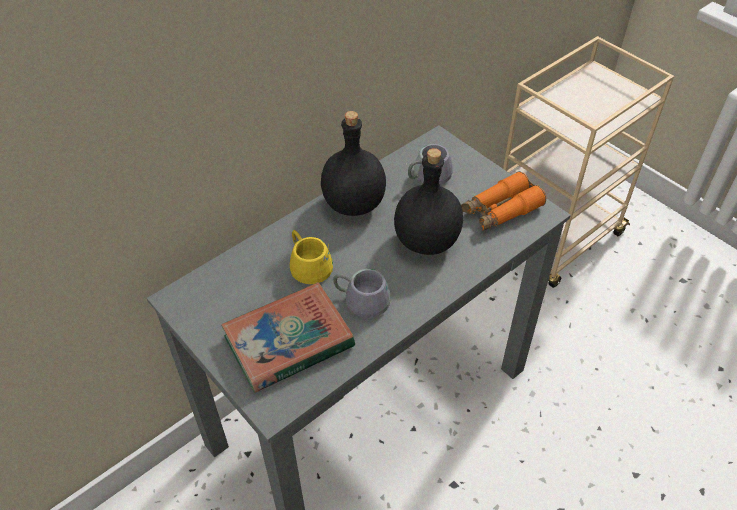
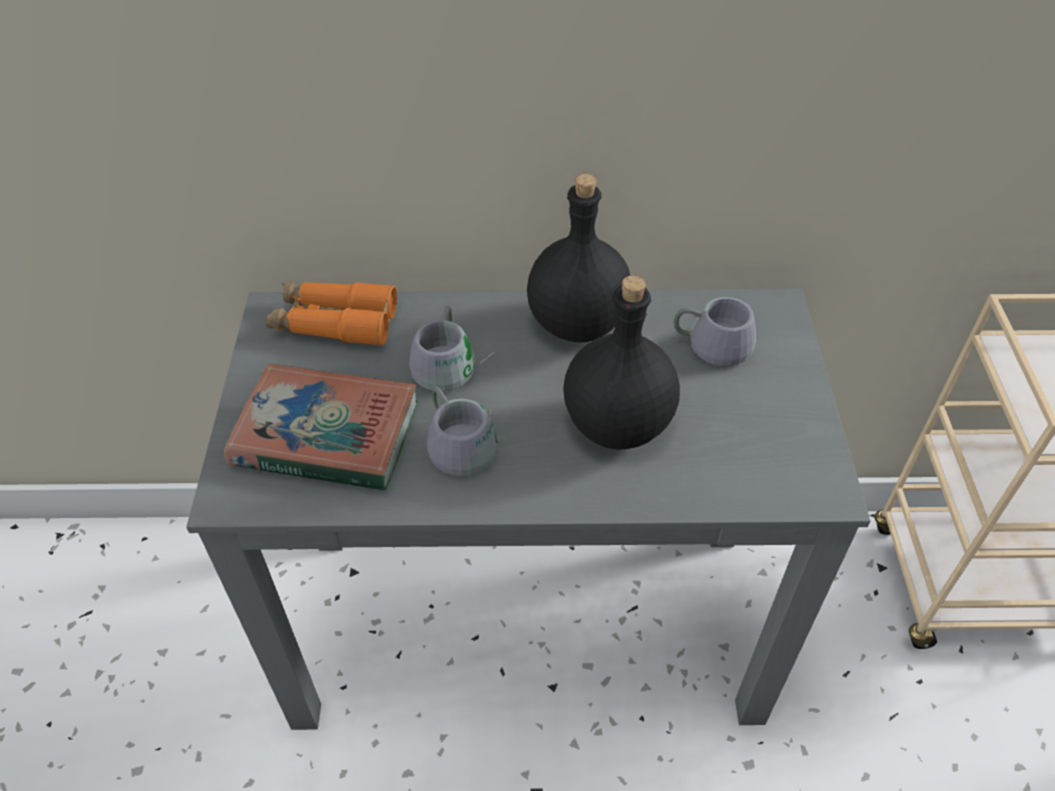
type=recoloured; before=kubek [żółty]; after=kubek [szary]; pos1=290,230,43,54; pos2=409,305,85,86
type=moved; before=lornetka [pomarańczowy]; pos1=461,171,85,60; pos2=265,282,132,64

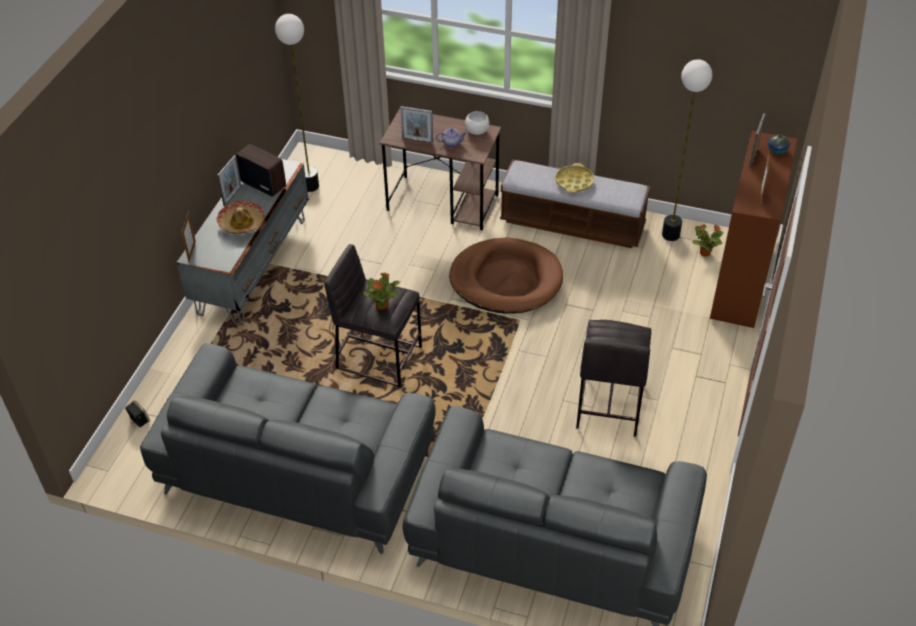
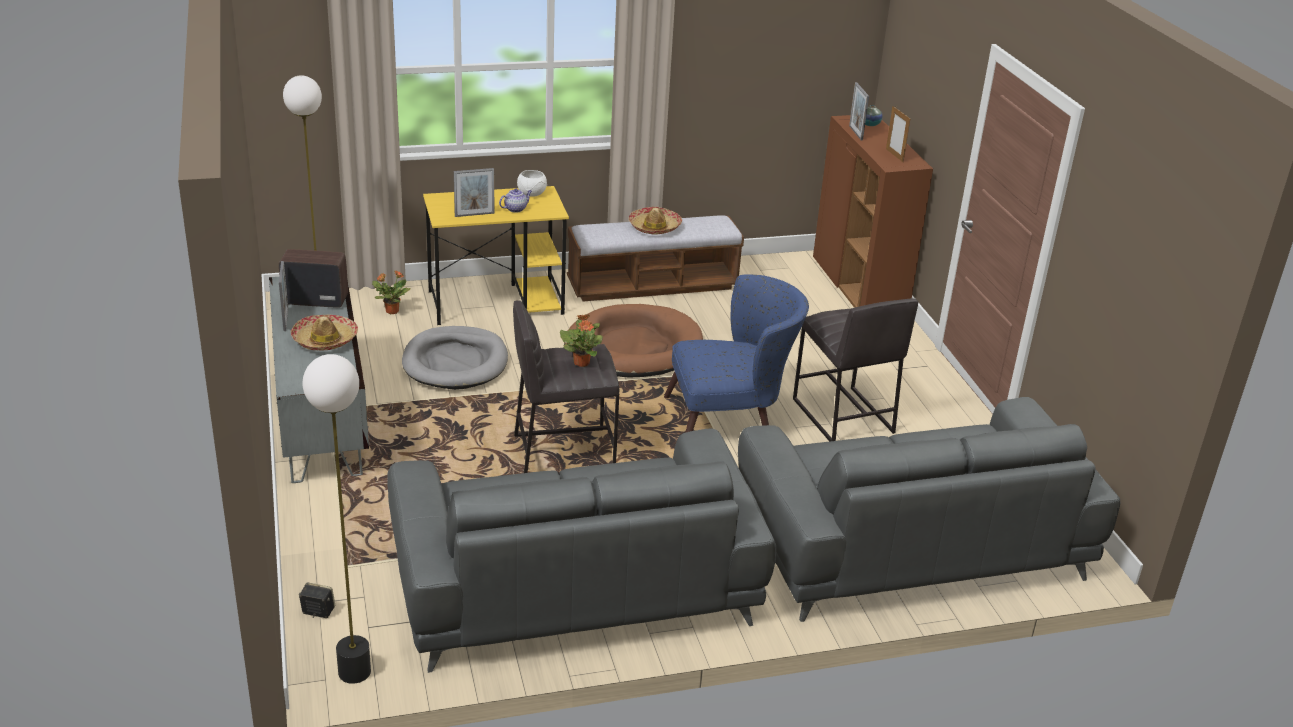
type=removed; before=ramka na zdjęcie; pos1=181,212,15,50
type=recoloured; before=biurko [brązowy]; after=biurko [żółty]; pos1=380,109,121,121; pos2=423,186,146,139
type=replaced; before=taca [żółty]; after=kapelusz; pos1=555,163,39,30; pos2=629,207,53,27
type=moved; before=lampa stojąca; pos1=662,59,50,182; pos2=303,354,68,330
type=moved; before=roślina doniczkowa; pos1=692,224,31,32; pos2=372,271,38,43
type=added; after=legowisko [szary]; pos2=402,326,106,64
type=added; after=fotel [niebieski]; pos2=664,274,145,159

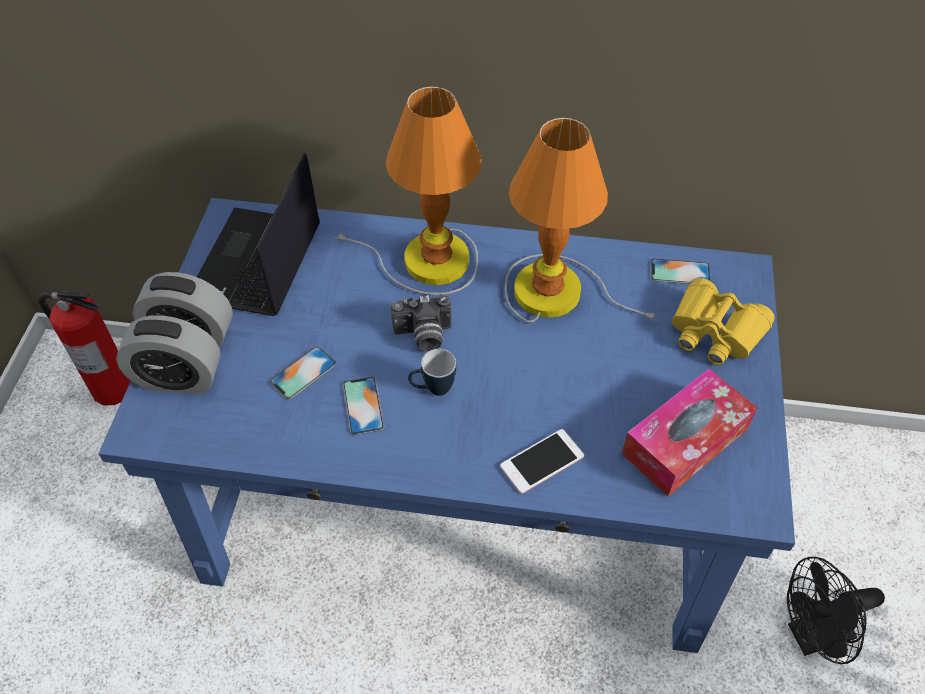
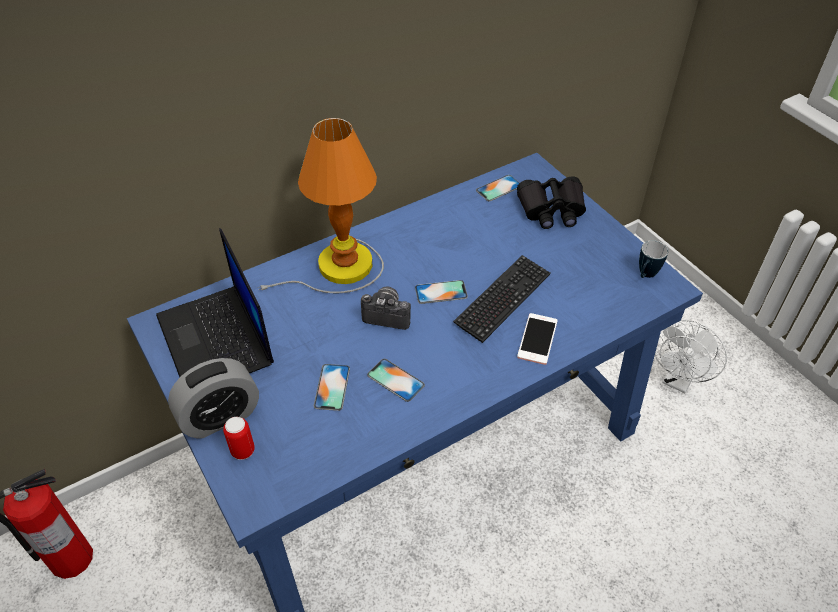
type=replaced; before=budzik; after=puszka; pos1=116,315,105,79; pos2=223,417,32,43
type=turned; before=aparat fotograficzny; pos1=391,295,61,57; pos2=361,286,50,44; turn=-120
type=moved; before=kubek; pos1=408,349,48,47; pos2=639,240,29,38
type=removed; before=lampa stołowa; pos1=505,118,153,205
type=removed; before=pudełko chusteczek; pos1=622,369,135,127
type=recoloured; before=lornetka [żółty]; after=lornetka [czarny]; pos1=672,278,103,87; pos2=517,176,69,53
type=recoloured; before=wentylator [czarny]; after=wentylator [biały]; pos1=787,557,98,107; pos2=655,320,72,73
type=added; after=telefon; pos2=415,280,53,24
type=added; after=klawiatura; pos2=453,255,97,88

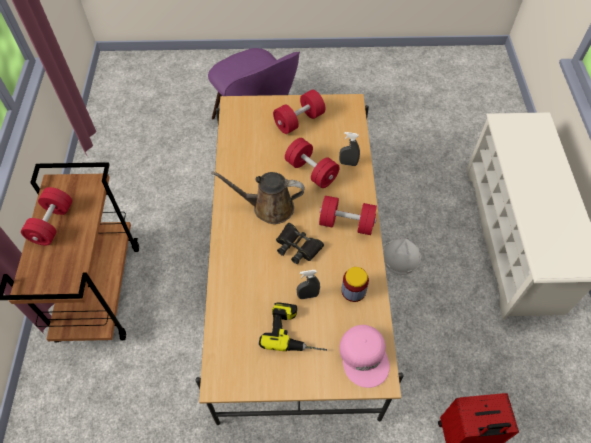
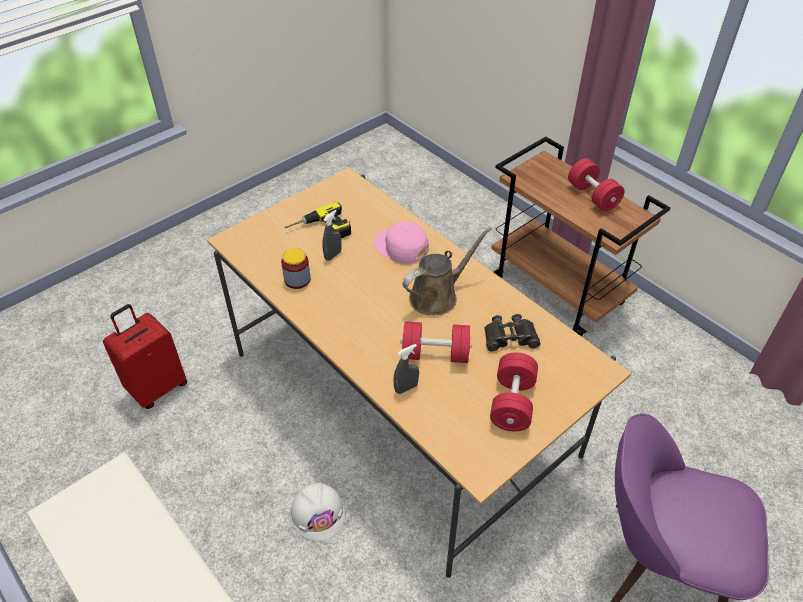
type=moved; before=lornetka [czarny]; pos1=276,223,48,41; pos2=484,314,57,38
type=removed; before=hantel [czerwony]; pos1=319,196,58,39
type=moved; before=czapka z daszkiem [różowy]; pos1=339,325,51,63; pos2=373,221,56,43

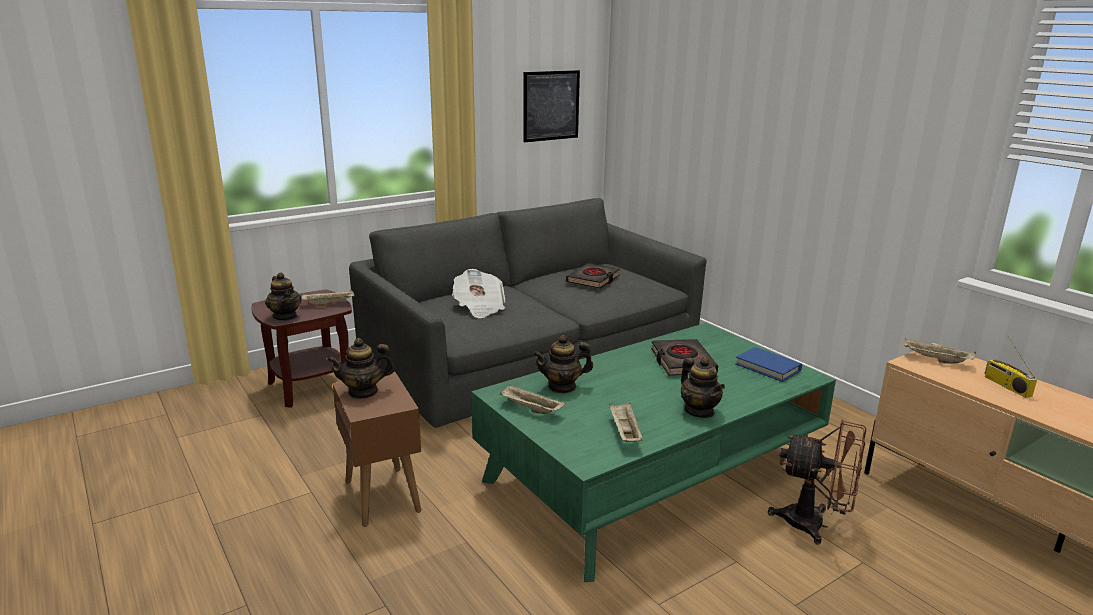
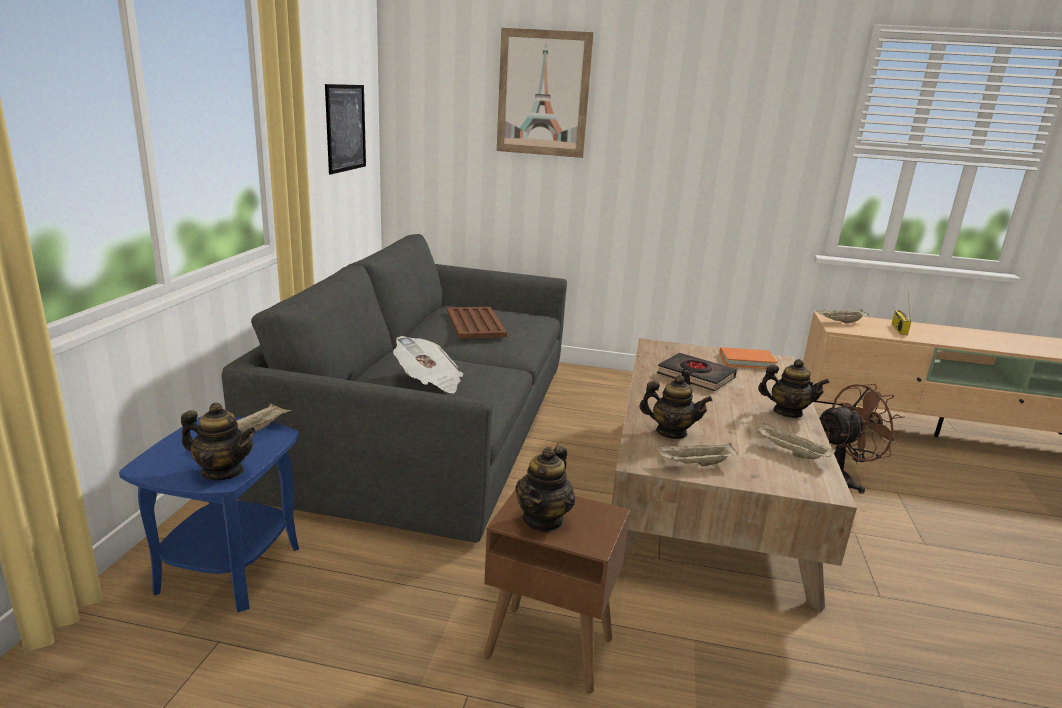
type=recoloured; before=stolik [brązowy]; after=stolik [niebieski]; pos1=251,290,101,118; pos2=119,416,180,196
type=recoloured; before=ława [zielony]; after=ława [brązowy]; pos1=471,323,365,259; pos2=612,338,245,275
type=turned; before=imbryk; pos1=533,335,60,59; pos2=639,375,74,64; turn=-105
type=replaced; before=książka [czarny]; after=taca [brązowy]; pos1=566,263,54,26; pos2=447,307,60,31
type=recoloured; before=książka [niebieski]; after=książka [pomarańczowy]; pos1=735,347,67,35; pos2=719,347,59,22
type=turned; before=radio; pos1=985,336,52,62; pos2=892,291,20,44; turn=75
type=added; after=obraz; pos2=497,28,97,130

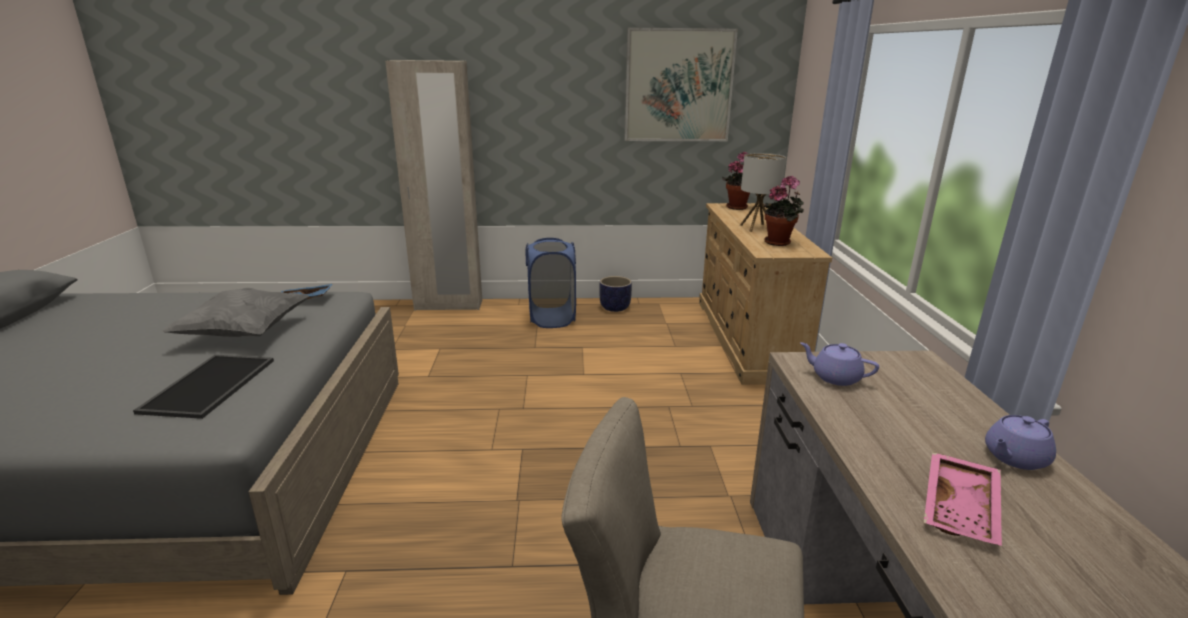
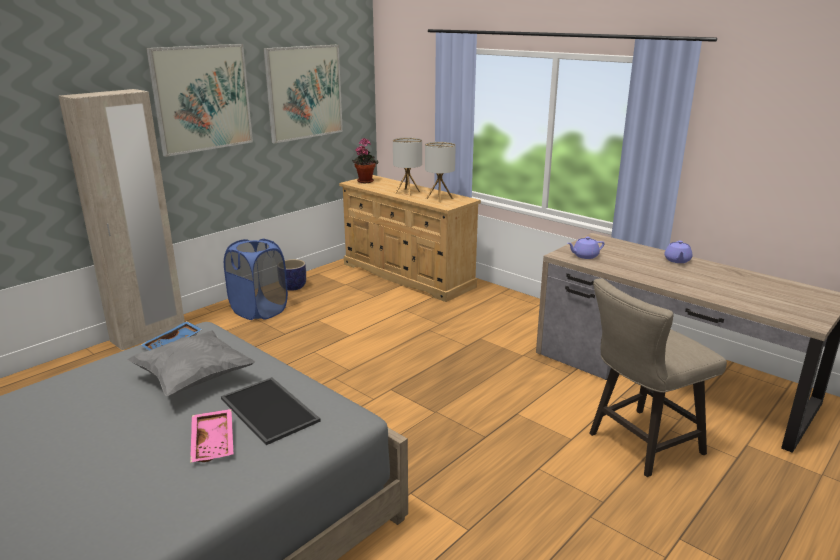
type=replaced; before=roślina doniczkowa; after=lampa stołowa; pos1=764,176,40,70; pos2=425,142,31,60
type=moved; before=taca [różowy]; pos1=924,452,78,94; pos2=190,409,43,54
type=added; after=obraz; pos2=146,44,107,113

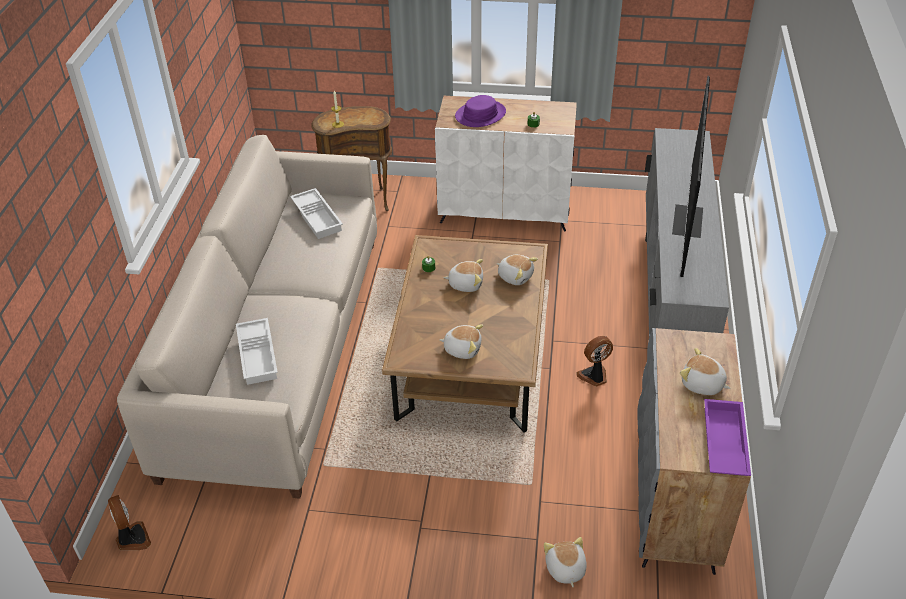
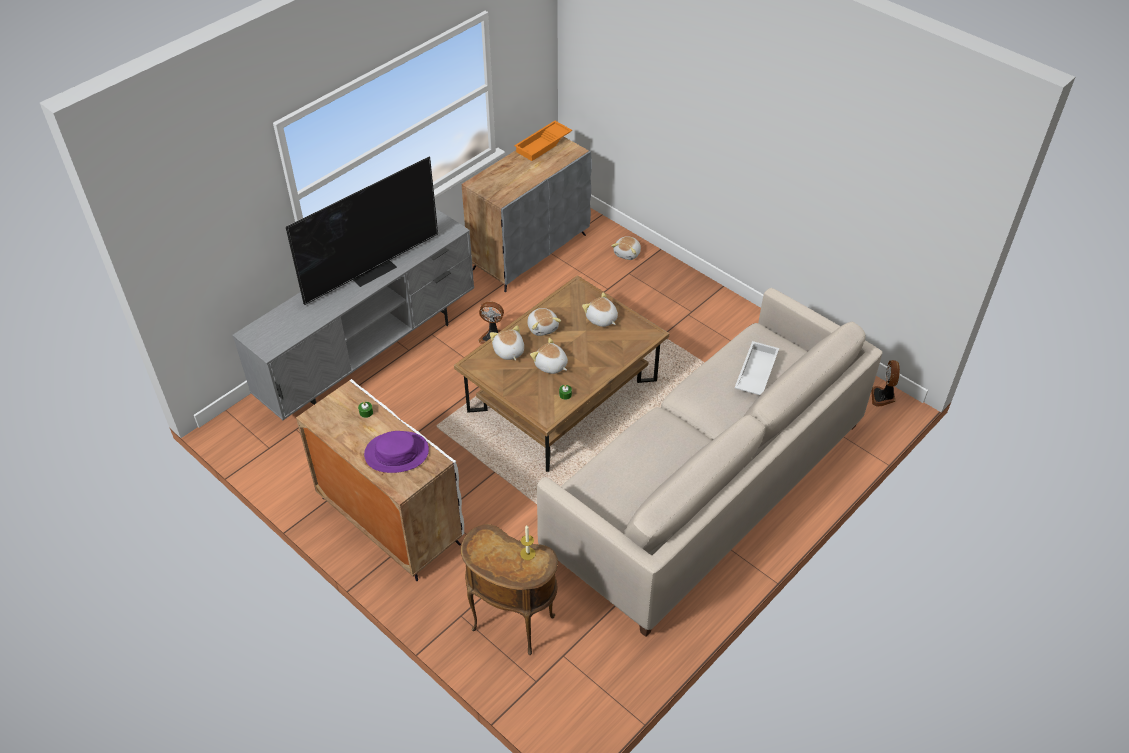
type=removed; before=taca [biały]; pos1=290,188,53,51
type=moved; before=pluszak; pos1=680,348,50,47; pos2=528,308,33,28
type=recoloured; before=taca [fioletowy]; after=taca [pomarańczowy]; pos1=704,399,47,77; pos2=514,121,58,40

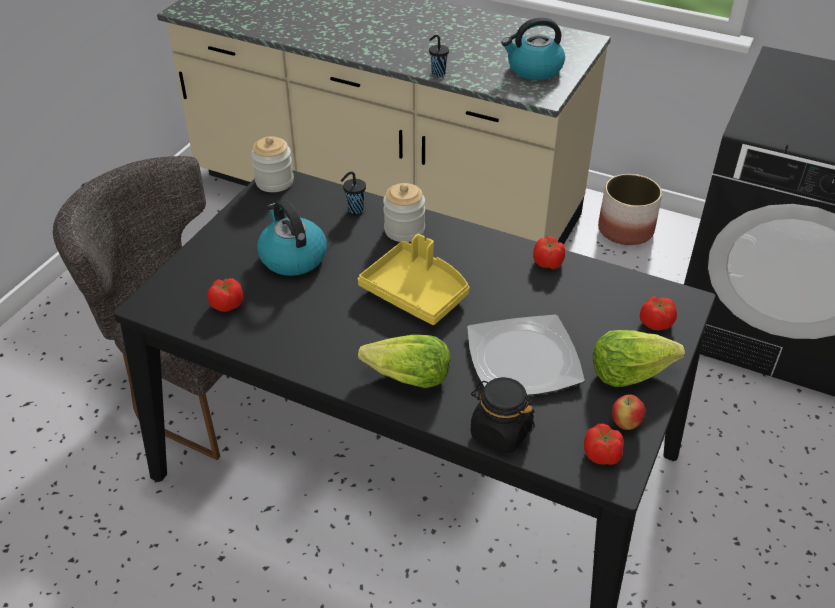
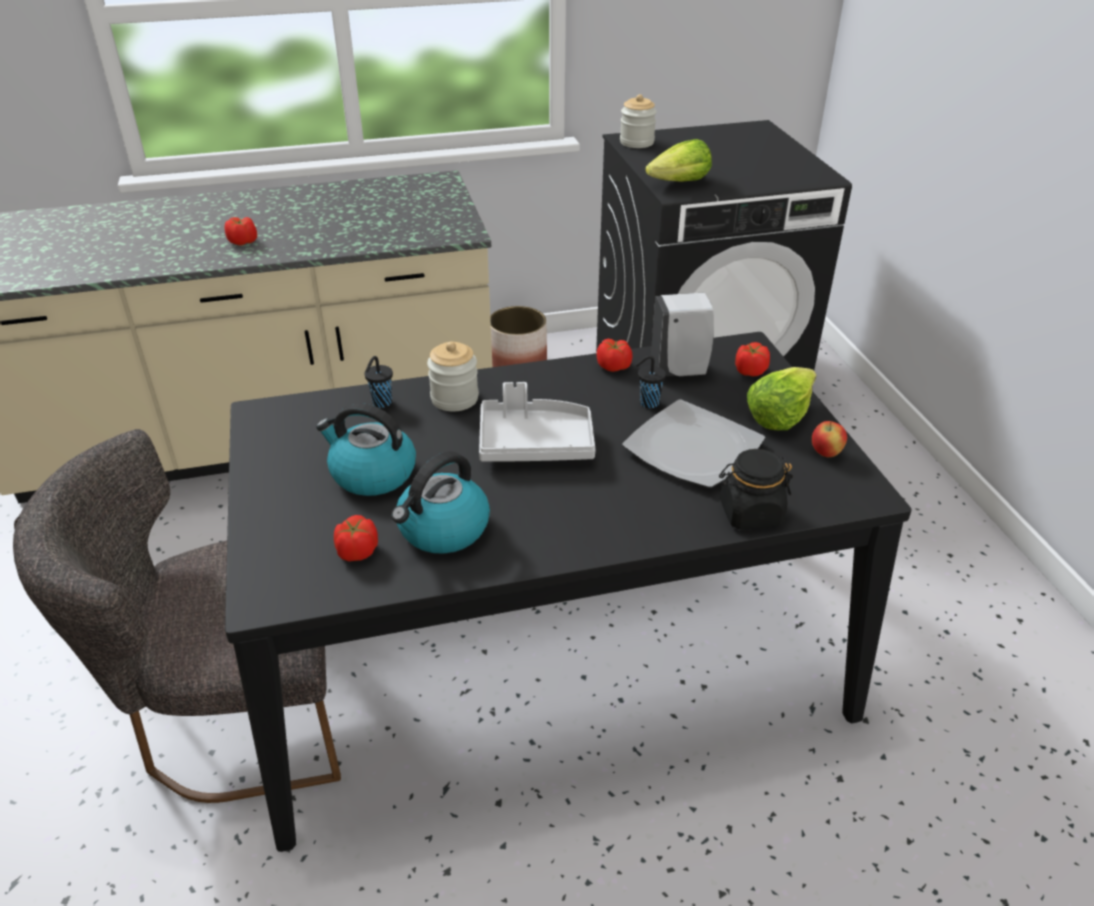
type=moved; before=słoik; pos1=251,136,43,56; pos2=620,94,37,54
type=recoloured; before=taca [żółty]; after=taca [szary]; pos1=358,234,111,91; pos2=479,382,117,80
type=moved; before=sałata; pos1=358,335,93,53; pos2=645,139,67,43
type=moved; before=filiżanka [czarny]; pos1=429,35,20,41; pos2=636,355,30,53
type=moved; before=czajnik; pos1=501,18,64,62; pos2=391,451,99,103
type=moved; before=pomidor; pos1=584,424,40,41; pos2=225,217,32,29
type=added; after=dozownik mydła [biały]; pos2=651,293,63,84

